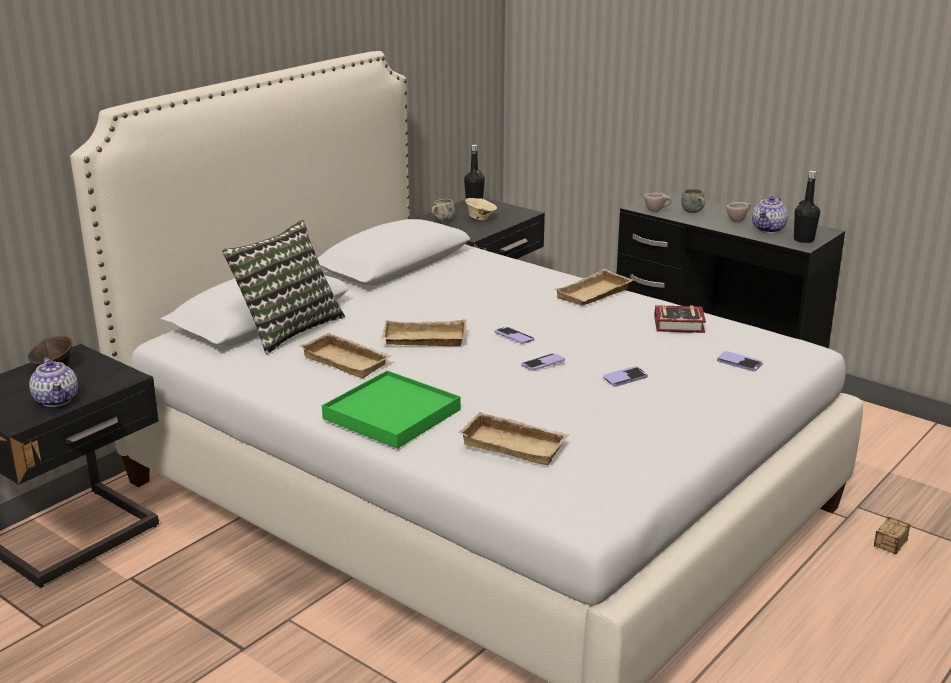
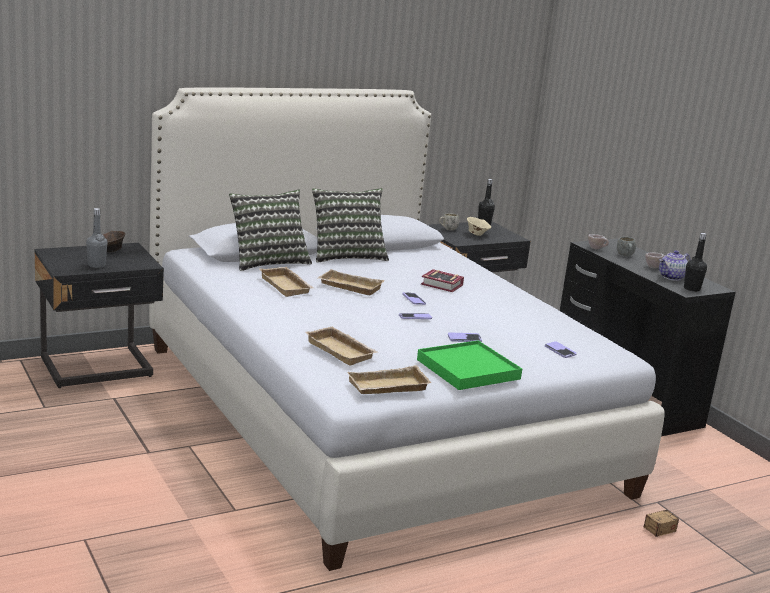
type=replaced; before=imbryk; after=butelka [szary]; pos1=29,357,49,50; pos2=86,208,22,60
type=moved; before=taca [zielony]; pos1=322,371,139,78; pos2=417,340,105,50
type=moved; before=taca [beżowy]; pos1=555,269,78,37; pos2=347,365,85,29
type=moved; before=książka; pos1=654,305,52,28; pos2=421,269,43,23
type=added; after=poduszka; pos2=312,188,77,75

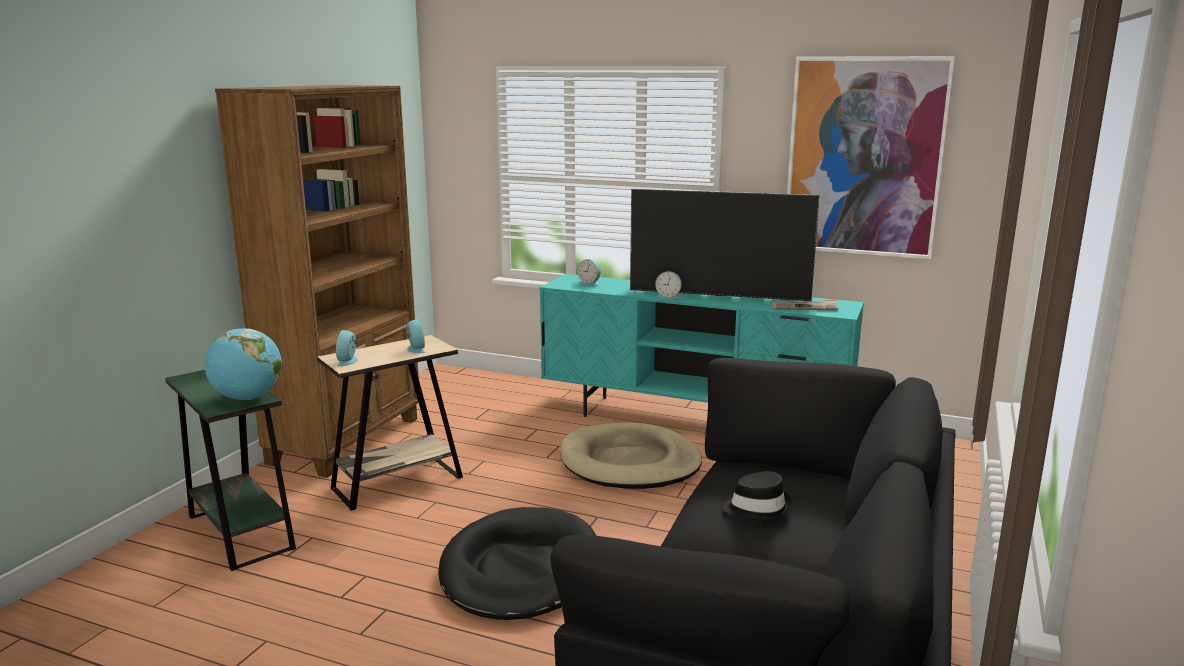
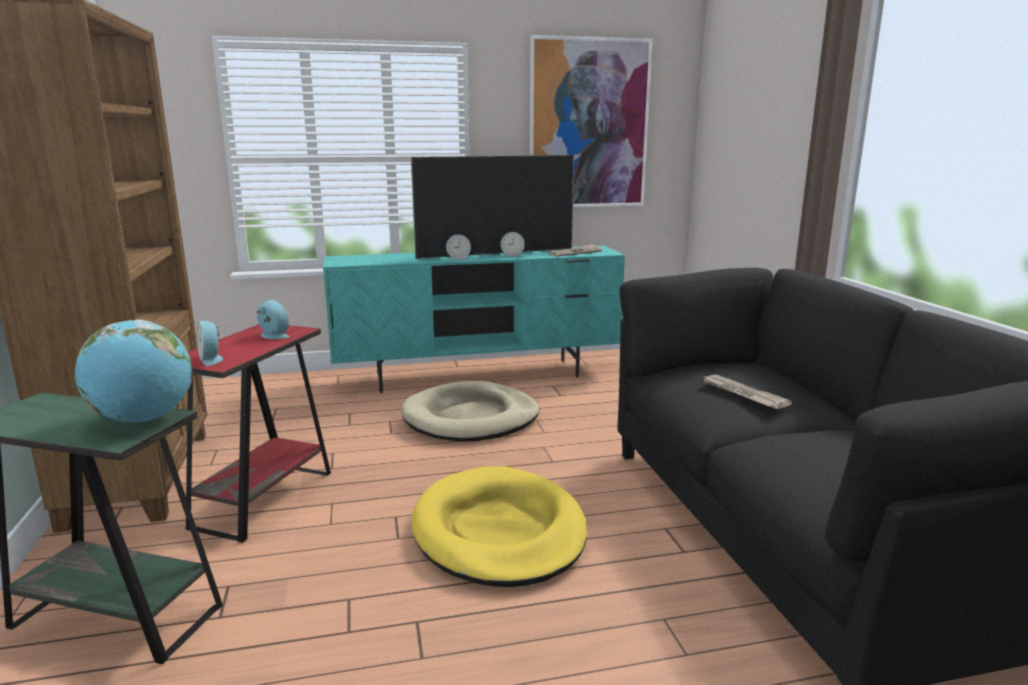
type=recoloured; before=stolik [beżowy]; after=stolik [czerwony]; pos1=317,335,146,176; pos2=186,324,145,219
type=recoloured; before=legowisko [czarny]; after=legowisko [żółty]; pos1=438,507,158,113; pos2=412,466,175,121
type=moved; before=budzik; pos1=578,259,23,27; pos2=500,232,25,25
type=replaced; before=kapelusz [czarny]; after=gazeta; pos1=723,471,69,50; pos2=702,375,90,34

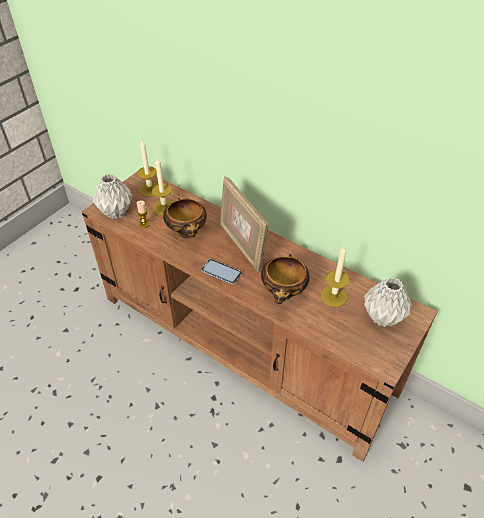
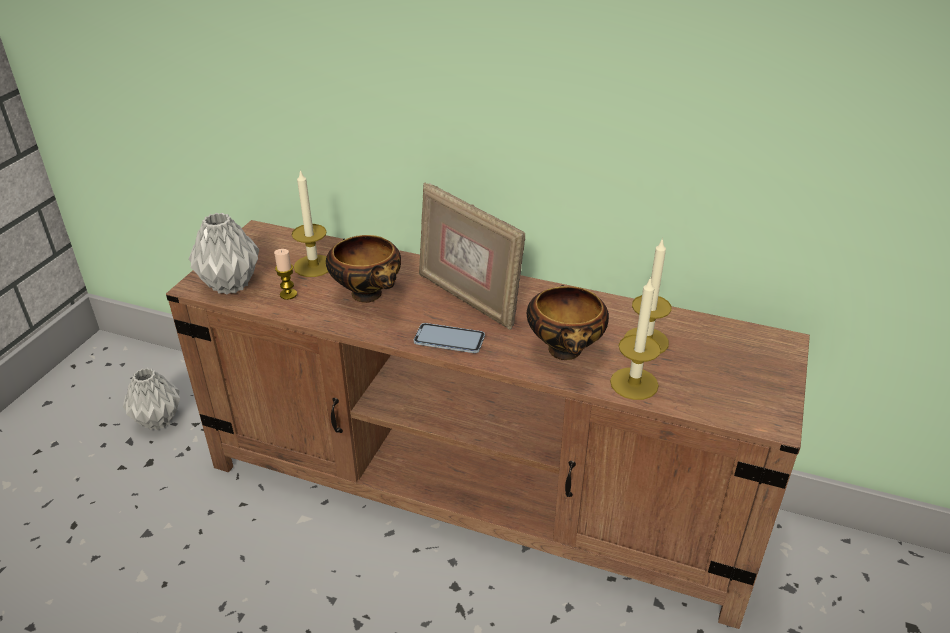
type=moved; before=świeca; pos1=138,140,20,57; pos2=610,277,51,123
type=moved; before=wazon [szary]; pos1=364,277,48,50; pos2=123,368,57,62

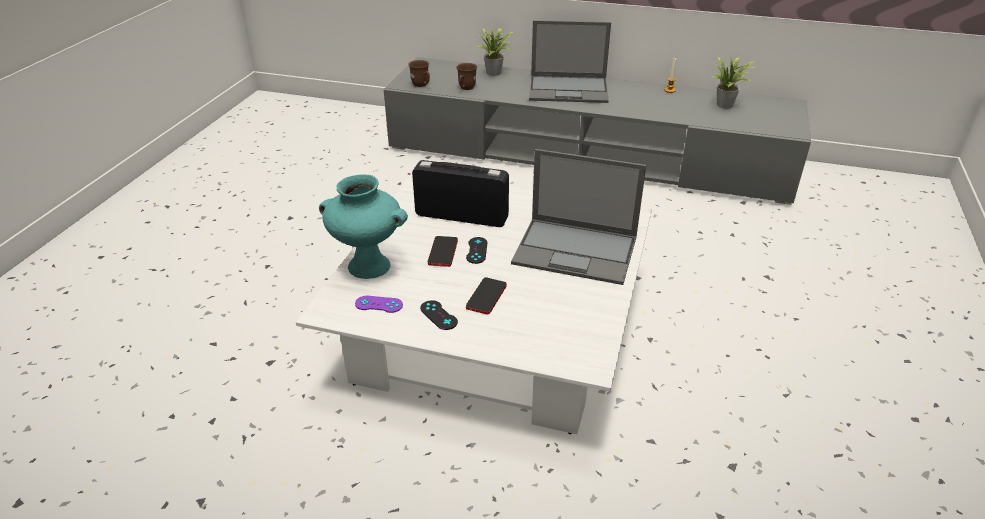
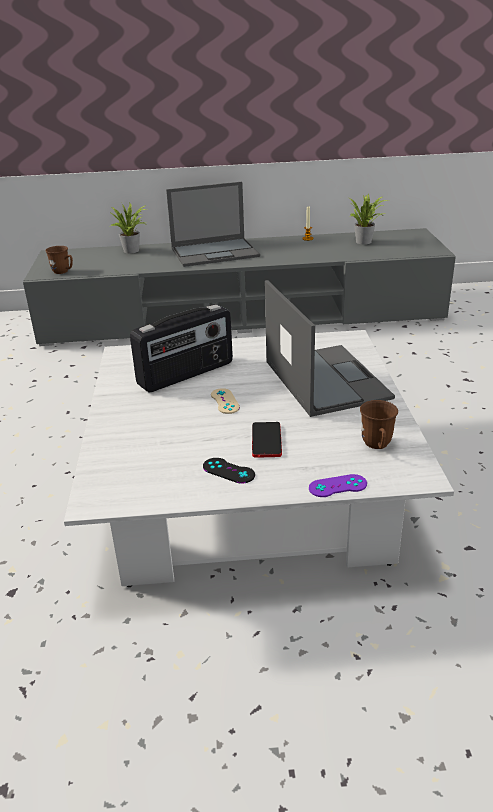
type=removed; before=wazon [turkusowy]; pos1=319,174,89,105
type=moved; before=pad do gier [fioletowy]; pos1=355,296,48,17; pos2=309,474,58,23
type=turned; before=radio; pos1=412,160,97,67; pos2=130,304,103,89; turn=150
type=removed; before=telefon; pos1=428,236,30,31
type=moved; before=kubek [brązowy]; pos1=457,63,20,27; pos2=360,400,38,49
type=recoloured; before=pad do gier [czarny]; after=pad do gier [beżowy]; pos1=466,237,21,27; pos2=211,388,29,26
type=turned; before=laptop; pos1=511,149,135,136; pos2=265,280,130,137; turn=-105

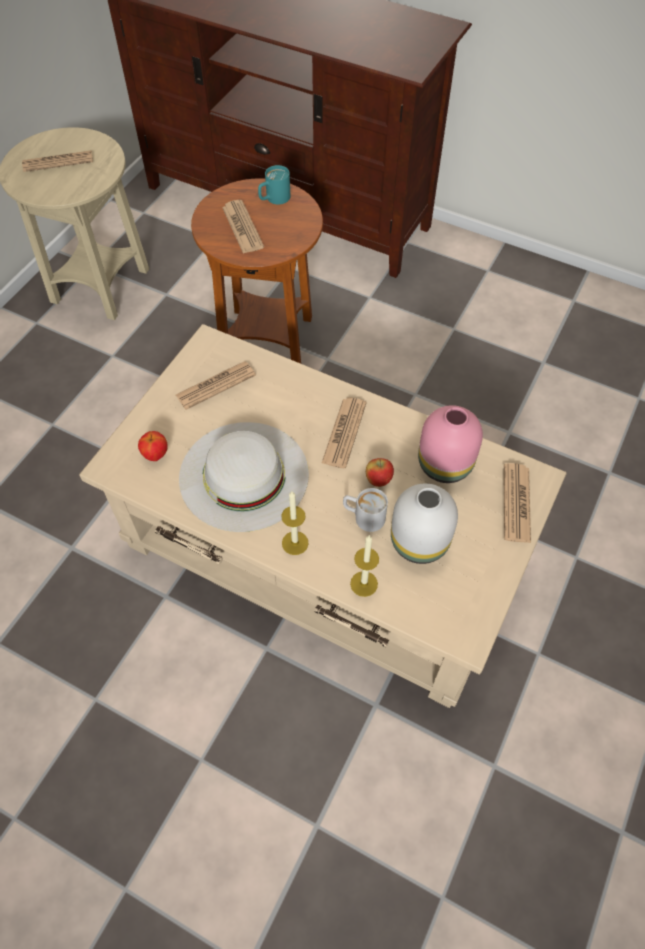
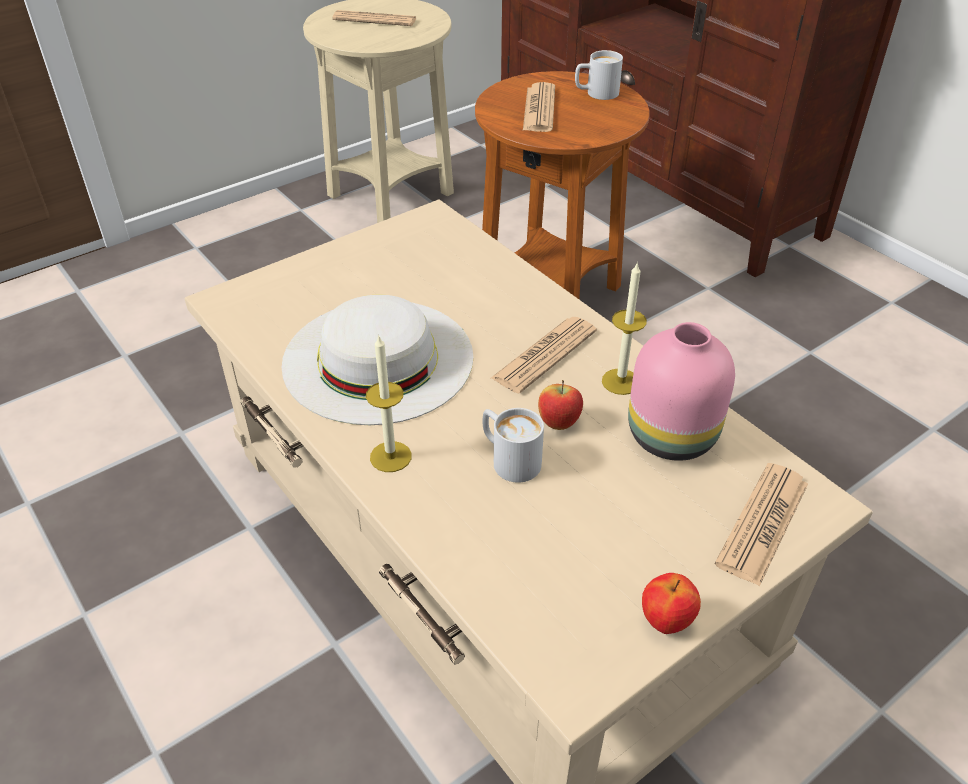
type=moved; before=jabłko; pos1=138,431,30,30; pos2=642,573,59,61
type=removed; before=gazeta; pos1=176,362,80,48
type=recoloured; before=kubek [turkusowy]; after=kubek [biały]; pos1=258,165,32,40; pos2=575,50,48,50
type=moved; before=świeca; pos1=350,535,29,62; pos2=602,262,45,133
type=removed; before=wazon [biały]; pos1=391,484,67,80

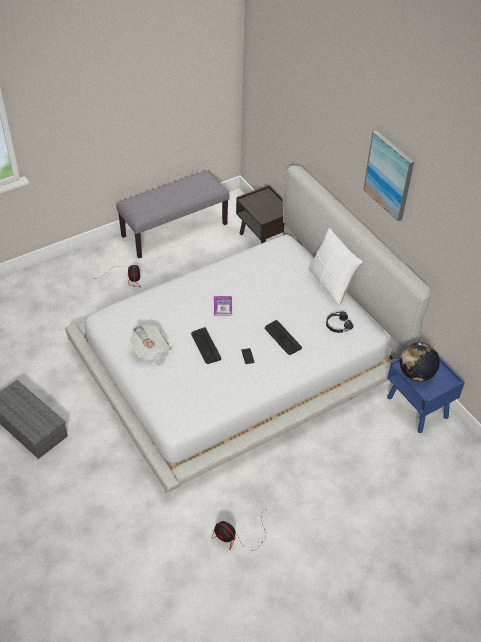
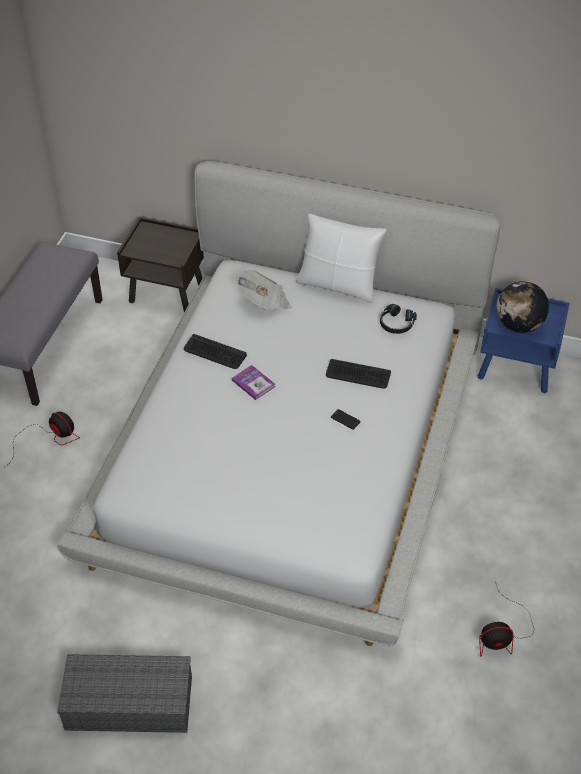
type=moved; before=gazeta; pos1=129,324,42,42; pos2=236,270,55,41
type=moved; before=klawiatura; pos1=191,327,30,37; pos2=184,334,63,35
type=removed; before=obraz; pos1=363,130,51,91

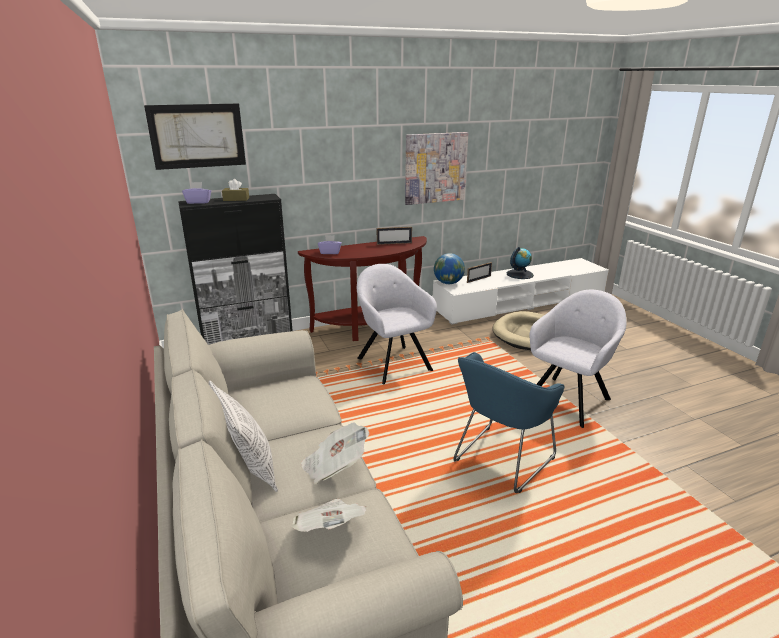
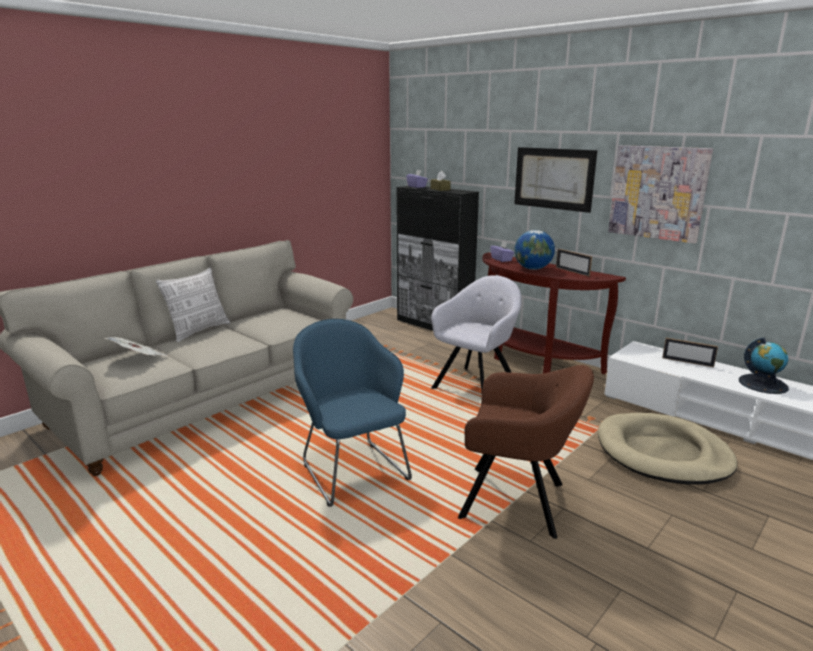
type=moved; before=obraz; pos1=144,104,102,66; pos2=514,147,83,66
type=removed; before=gazeta; pos1=301,422,69,62
type=moved; before=globus; pos1=434,253,31,31; pos2=514,230,41,40
type=turned; before=fotel [niebieski]; pos1=453,352,112,141; pos2=293,319,119,188; turn=45
type=recoloured; before=fotel [szary]; after=fotel [brązowy]; pos1=529,290,98,138; pos2=458,365,136,174

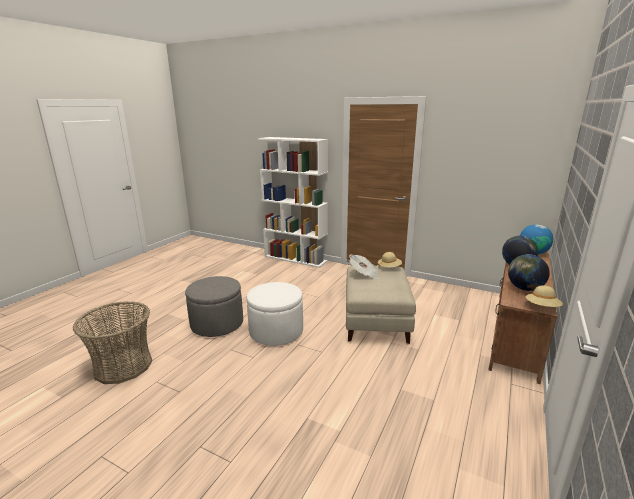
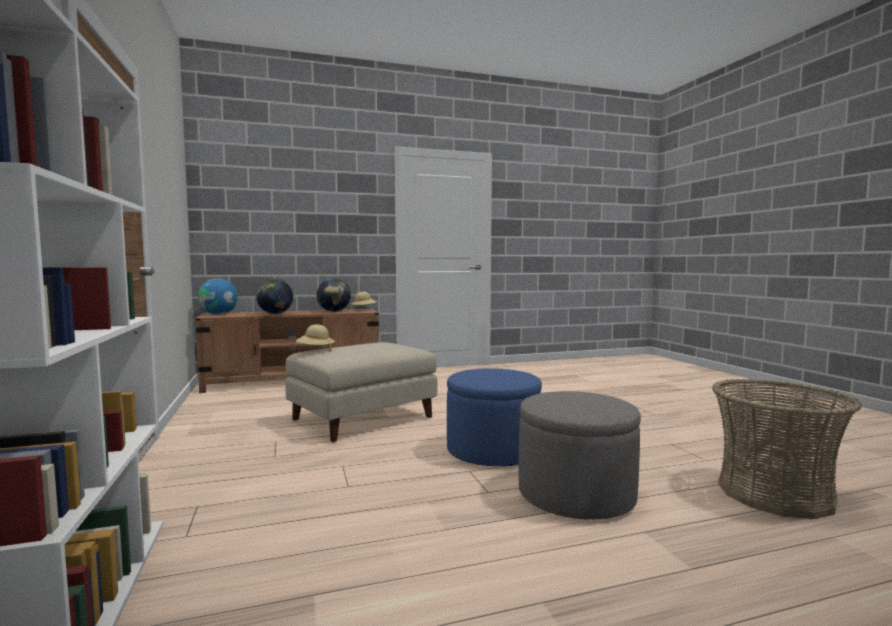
type=recoloured; before=pufa [biały]; after=pufa [niebieski]; pos1=246,282,57,64; pos2=447,368,95,98
type=removed; before=gazeta; pos1=349,254,30,25

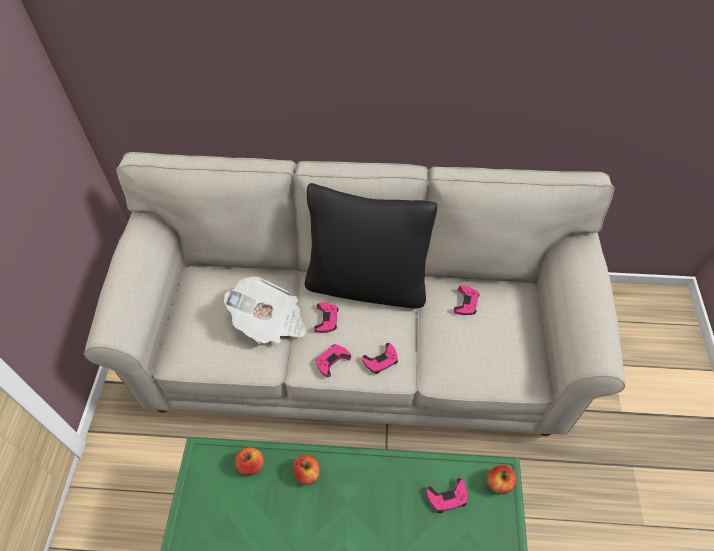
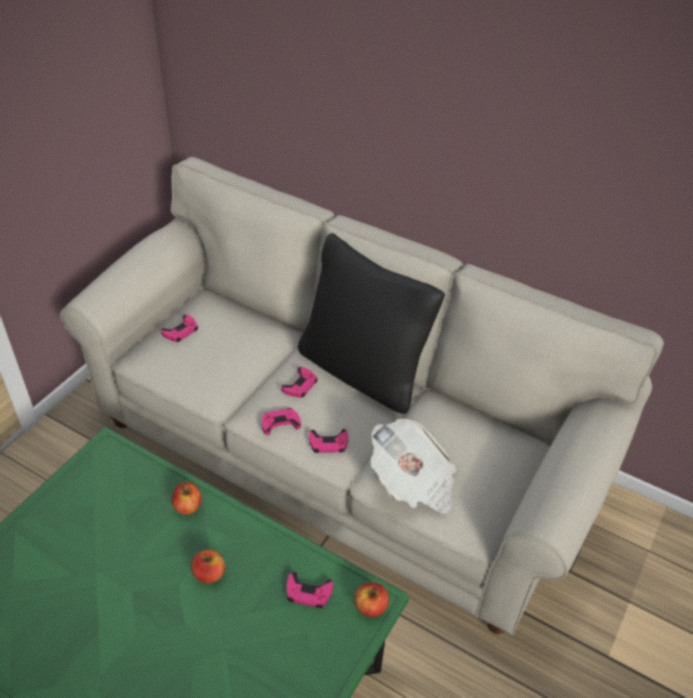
type=moved; before=gazeta; pos1=224,276,82,68; pos2=370,419,86,95
type=moved; before=jabłko; pos1=235,447,29,29; pos2=191,550,34,33
type=moved; before=pad do gier [różowy]; pos1=454,285,25,30; pos2=161,314,37,28

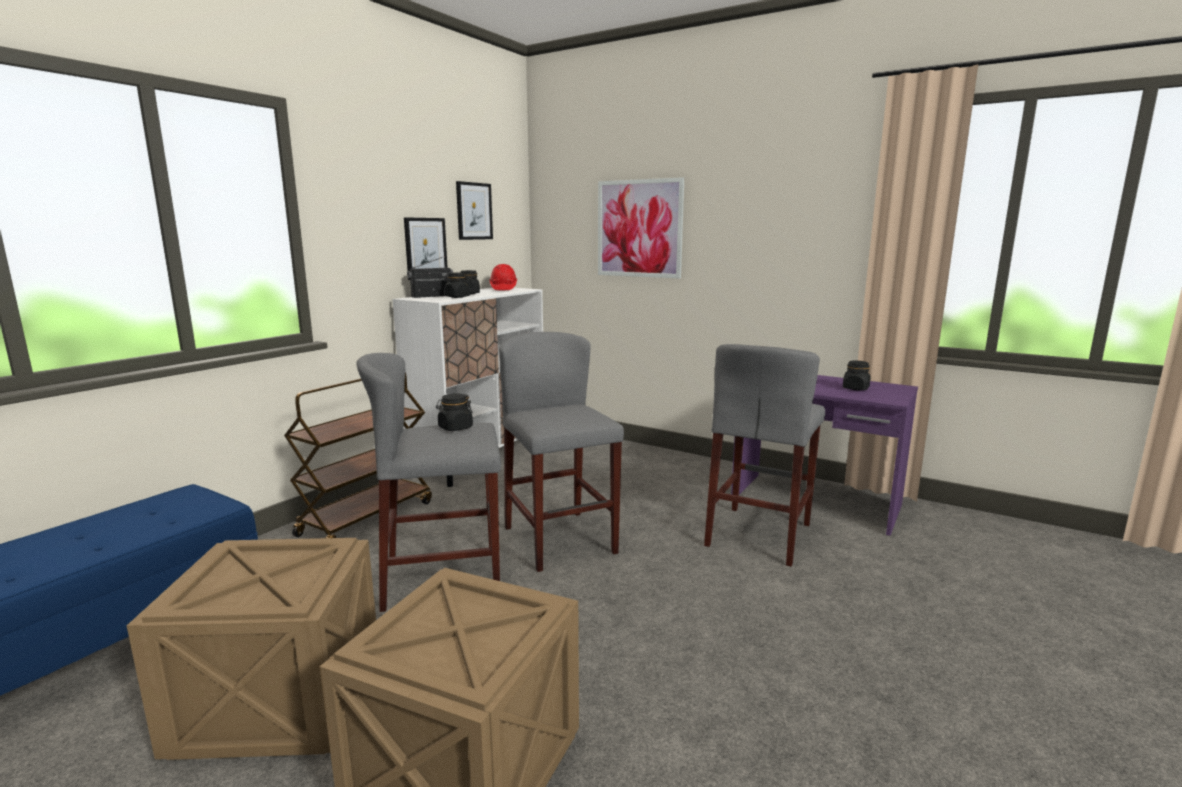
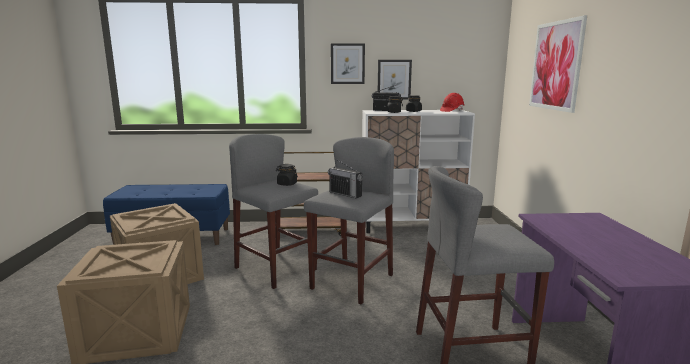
type=moved; before=obraz; pos1=456,181,37,59; pos2=331,43,34,41
type=removed; before=słoik [czarny]; pos1=843,361,28,29
type=added; after=radio; pos2=328,158,35,41

